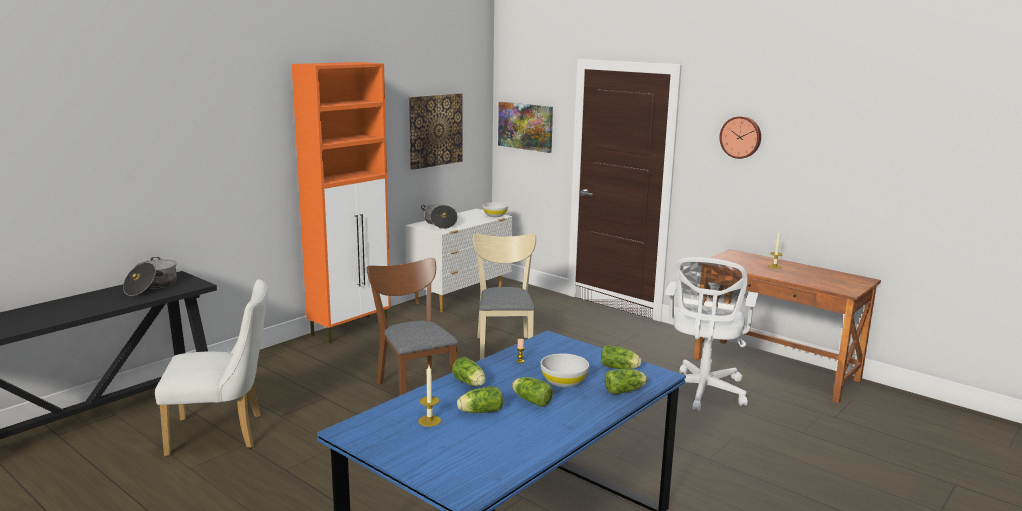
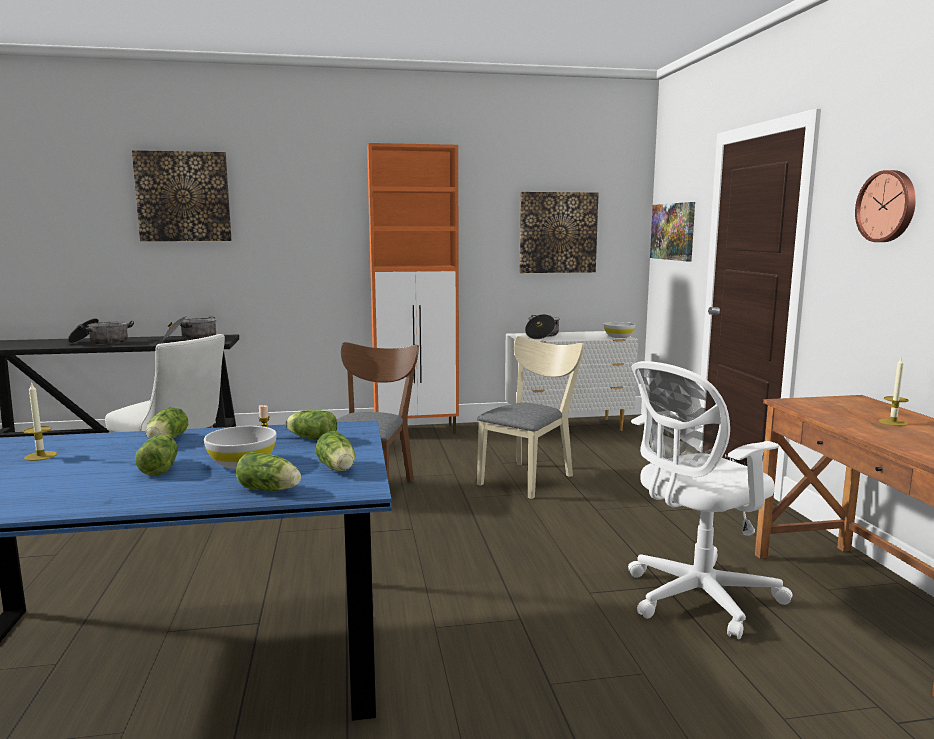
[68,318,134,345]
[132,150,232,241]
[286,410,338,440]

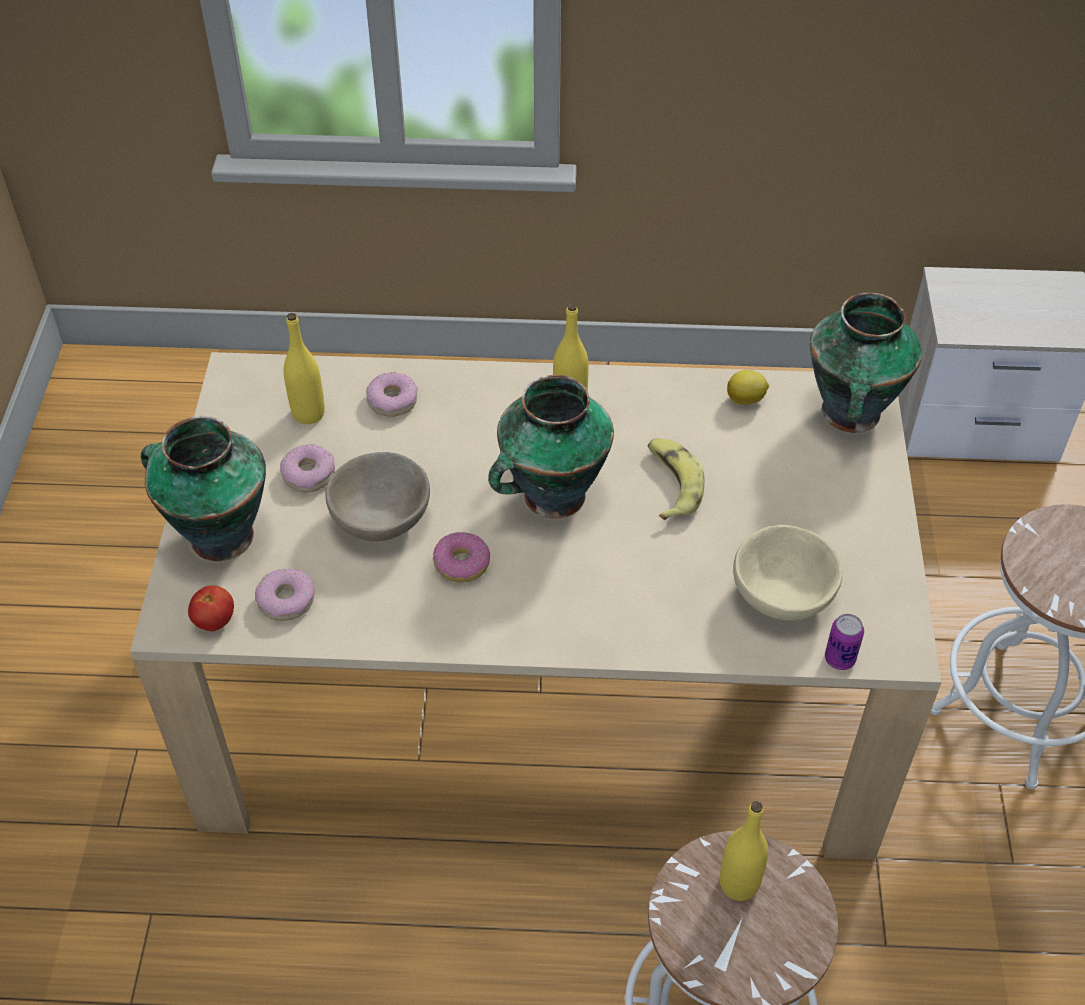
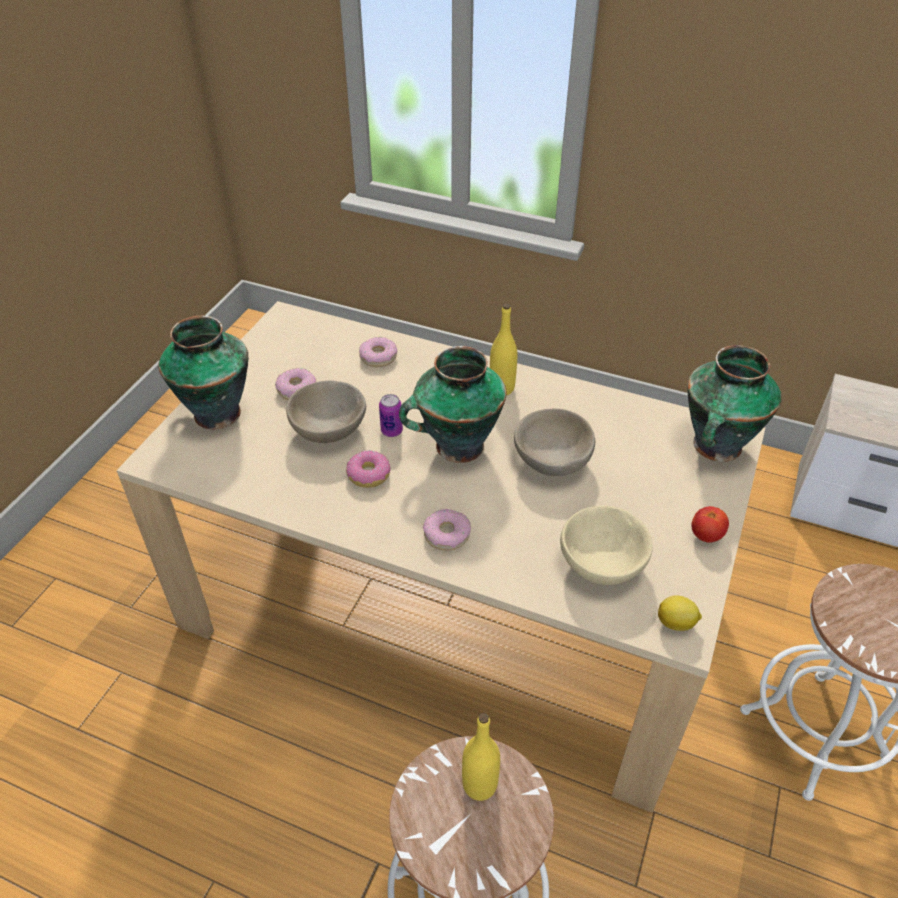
[284,313,325,424] (first image)
[691,506,729,543]
[423,509,471,550]
[658,595,702,631]
[379,394,403,437]
[514,408,595,476]

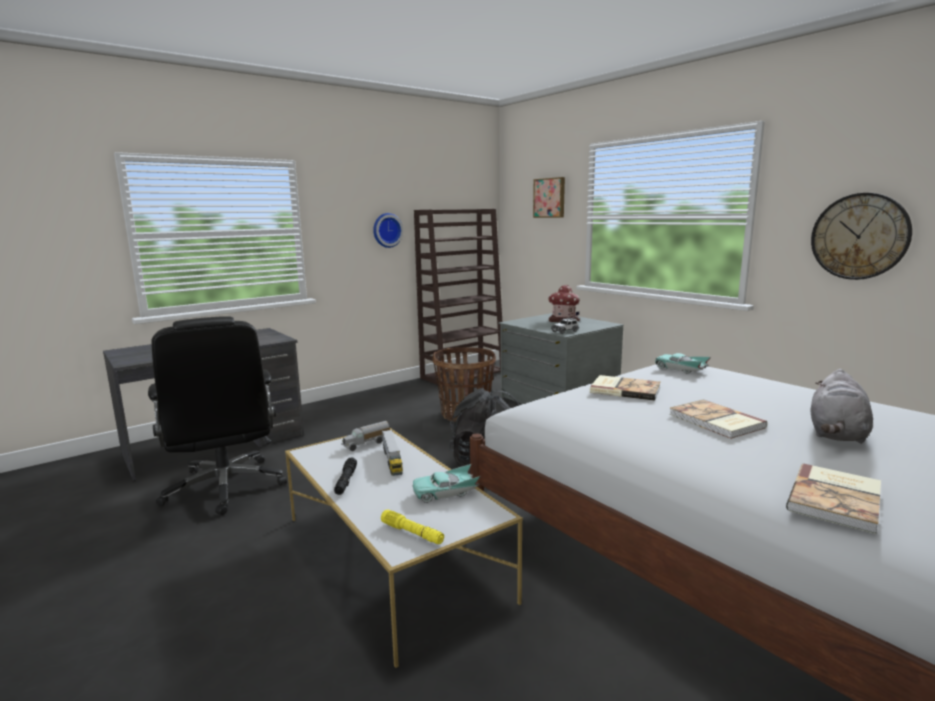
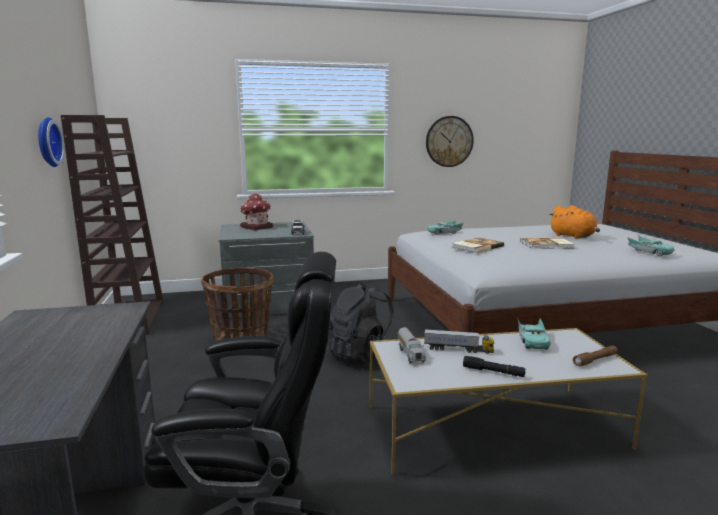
[533,177,565,218] (first image)
[627,236,674,256]
[573,345,618,366]
[549,205,600,239]

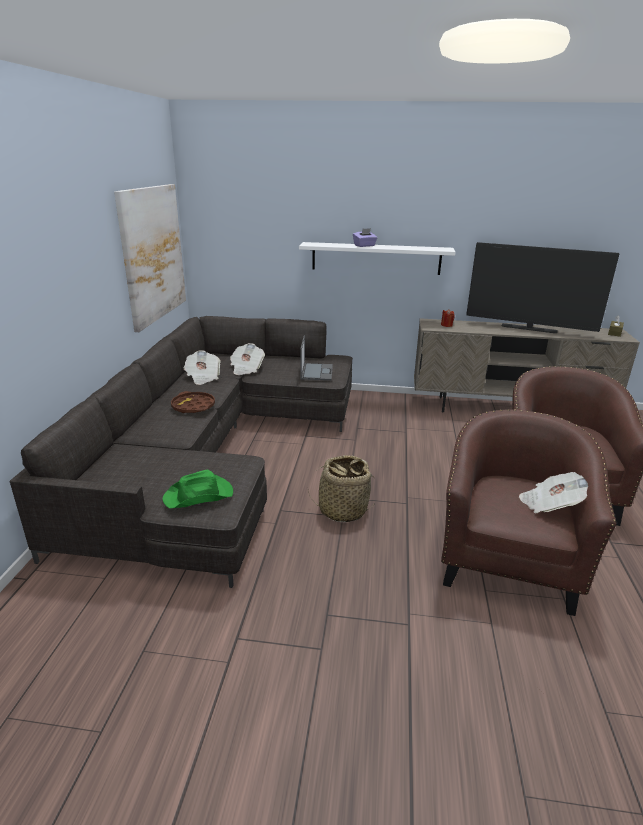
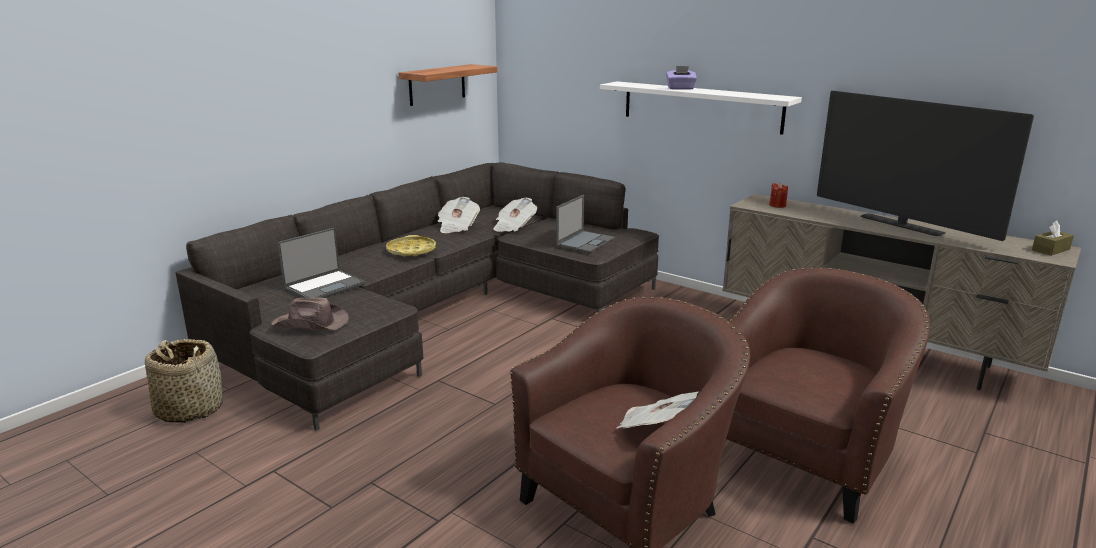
[278,228,365,298]
[145,339,223,423]
[399,64,497,106]
[271,297,349,331]
[386,235,436,257]

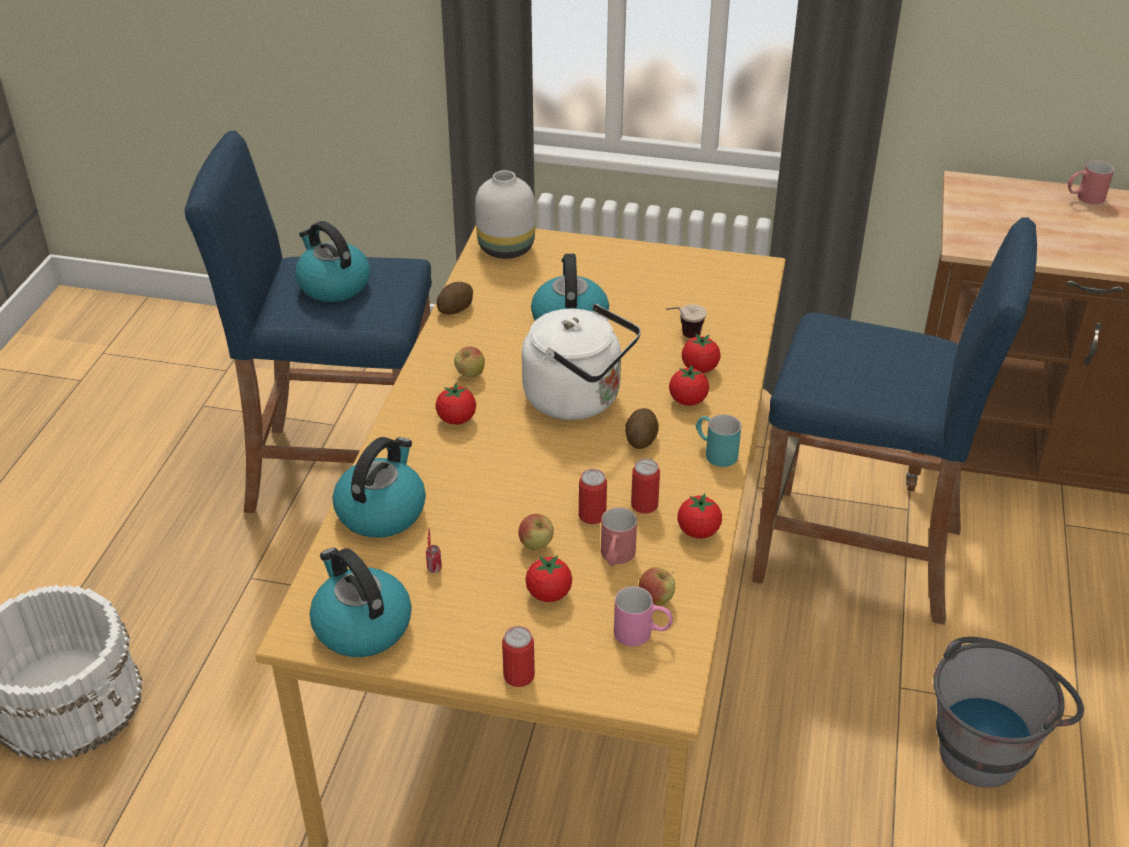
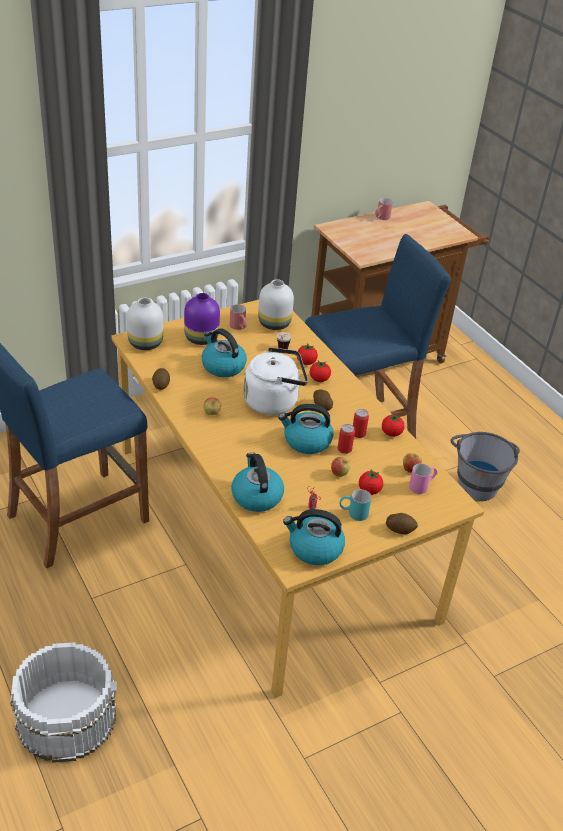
[436,383,476,425] (first image)
[184,293,220,345]
[258,279,294,330]
[278,404,334,454]
[230,304,247,330]
[340,489,372,521]
[386,513,418,534]

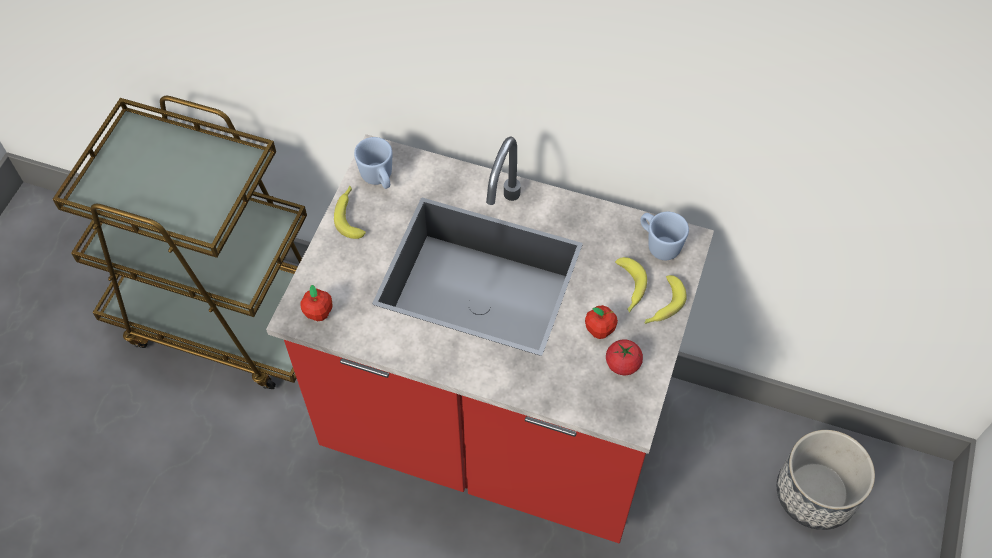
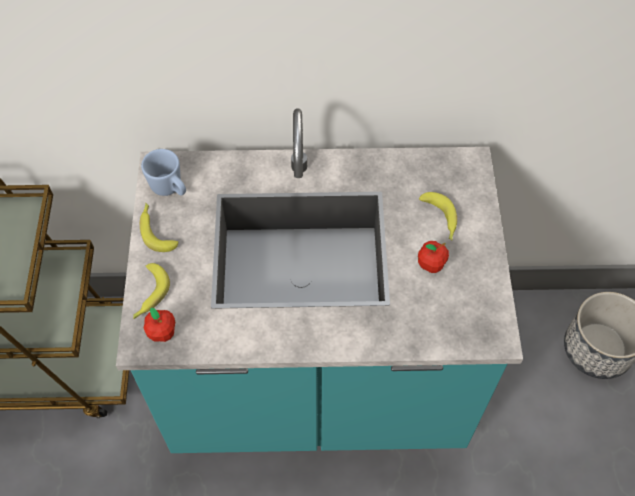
[606,339,643,375] (first image)
[640,212,689,260] (first image)
[133,263,170,319]
[116,108,523,453]

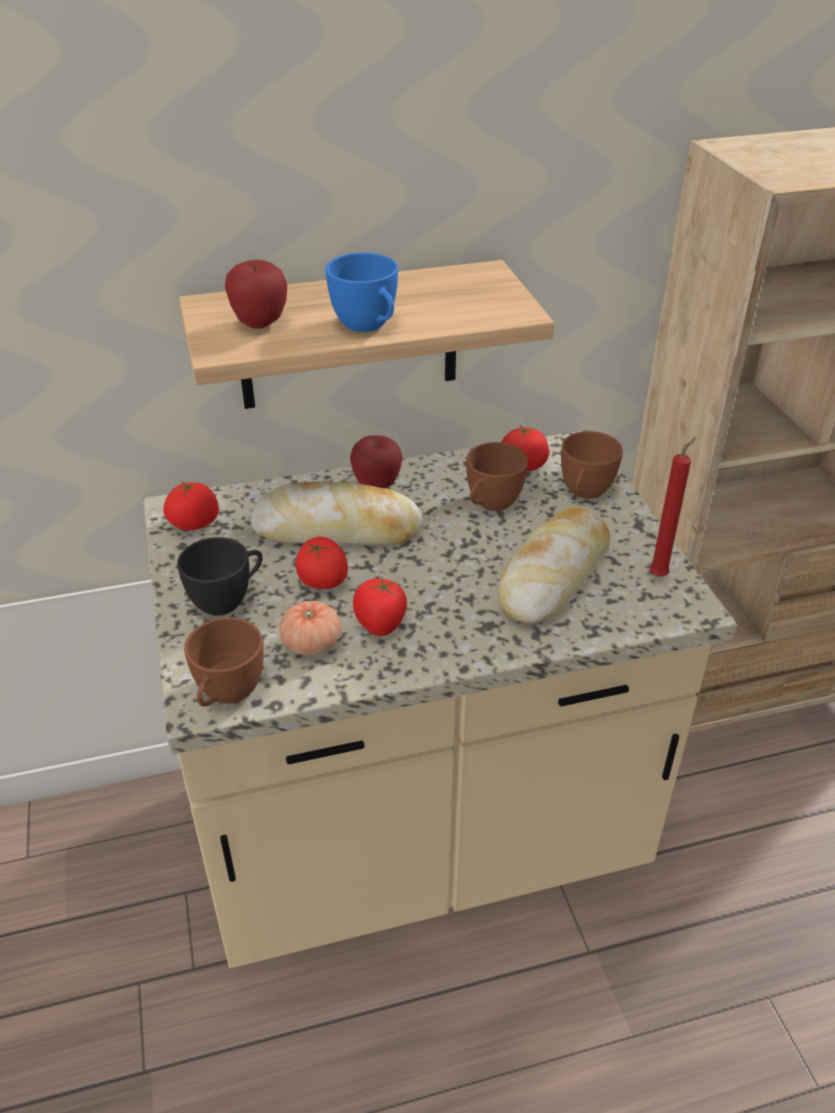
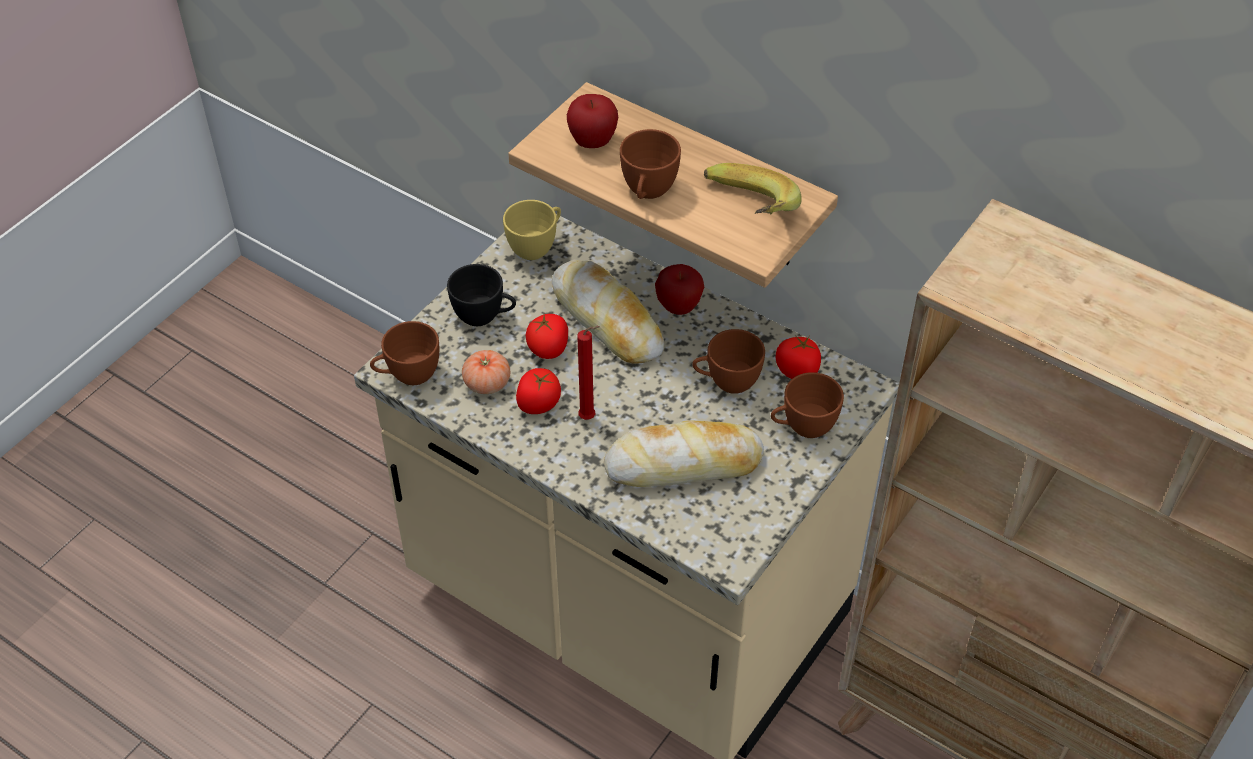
[704,163,802,214]
[577,326,600,420]
[503,200,561,260]
[620,129,681,199]

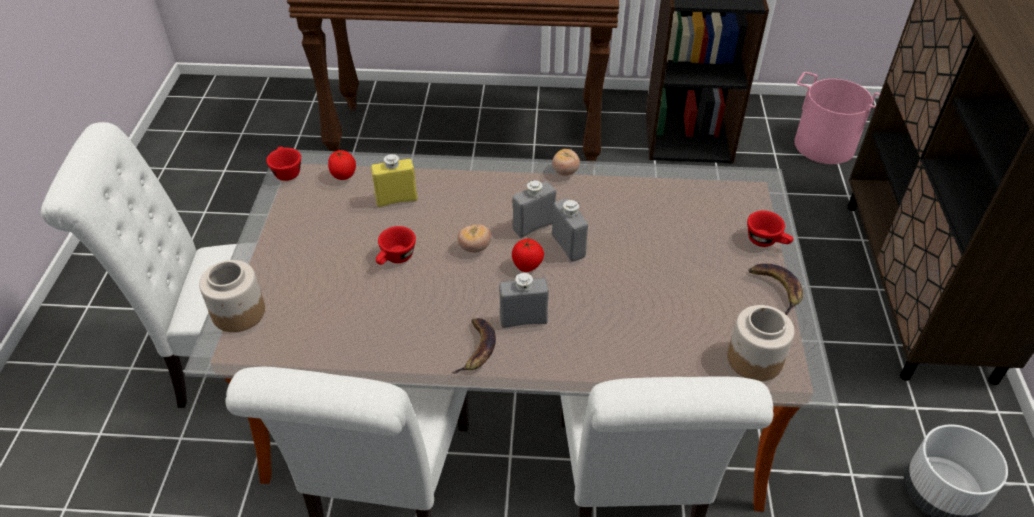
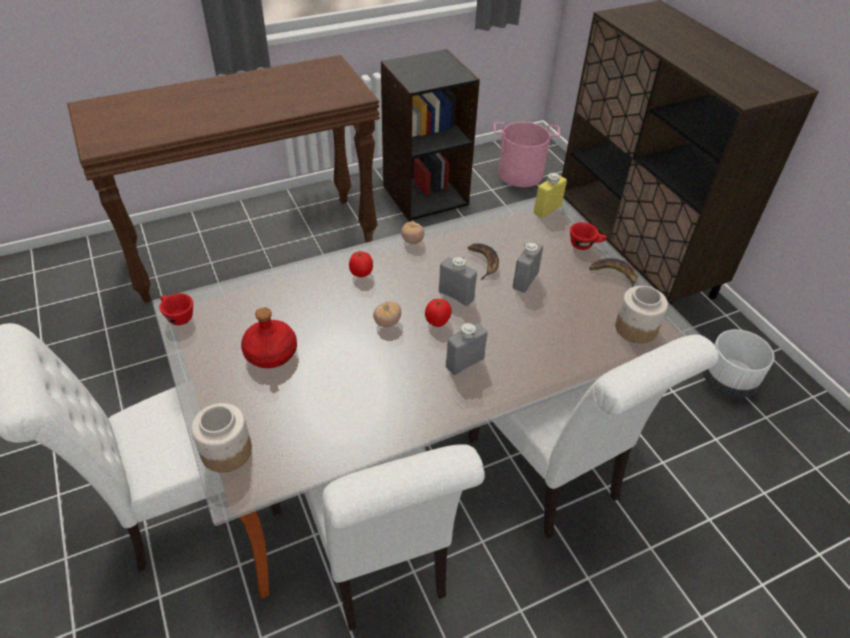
[376,226,416,265] (first image)
[241,308,297,368]
[349,251,373,277]
[534,173,567,218]
[467,243,499,280]
[513,242,543,293]

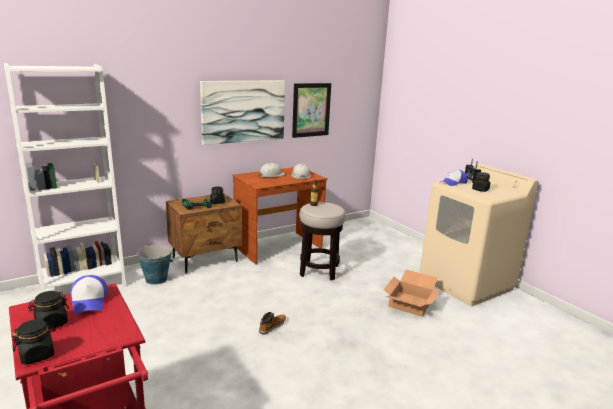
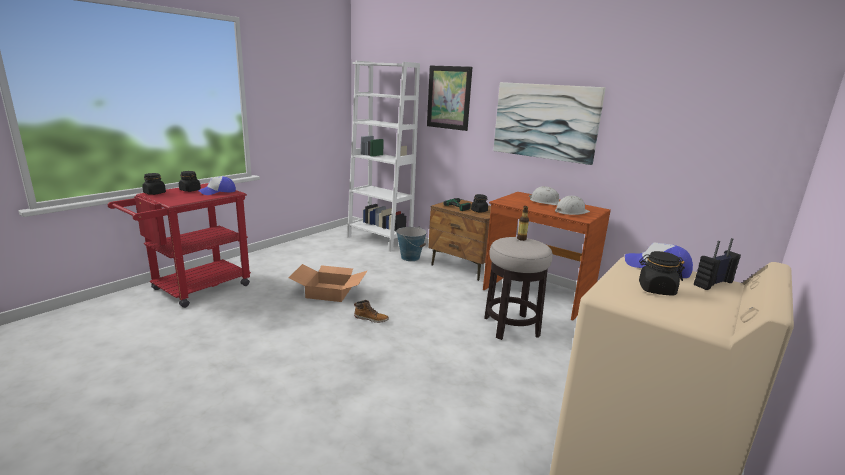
[427,65,472,131]
[288,264,367,302]

